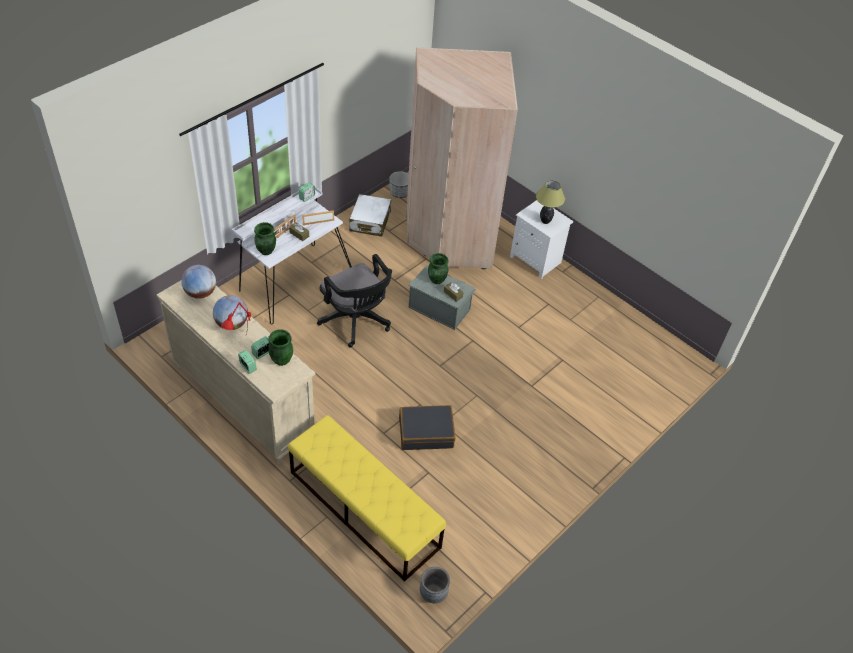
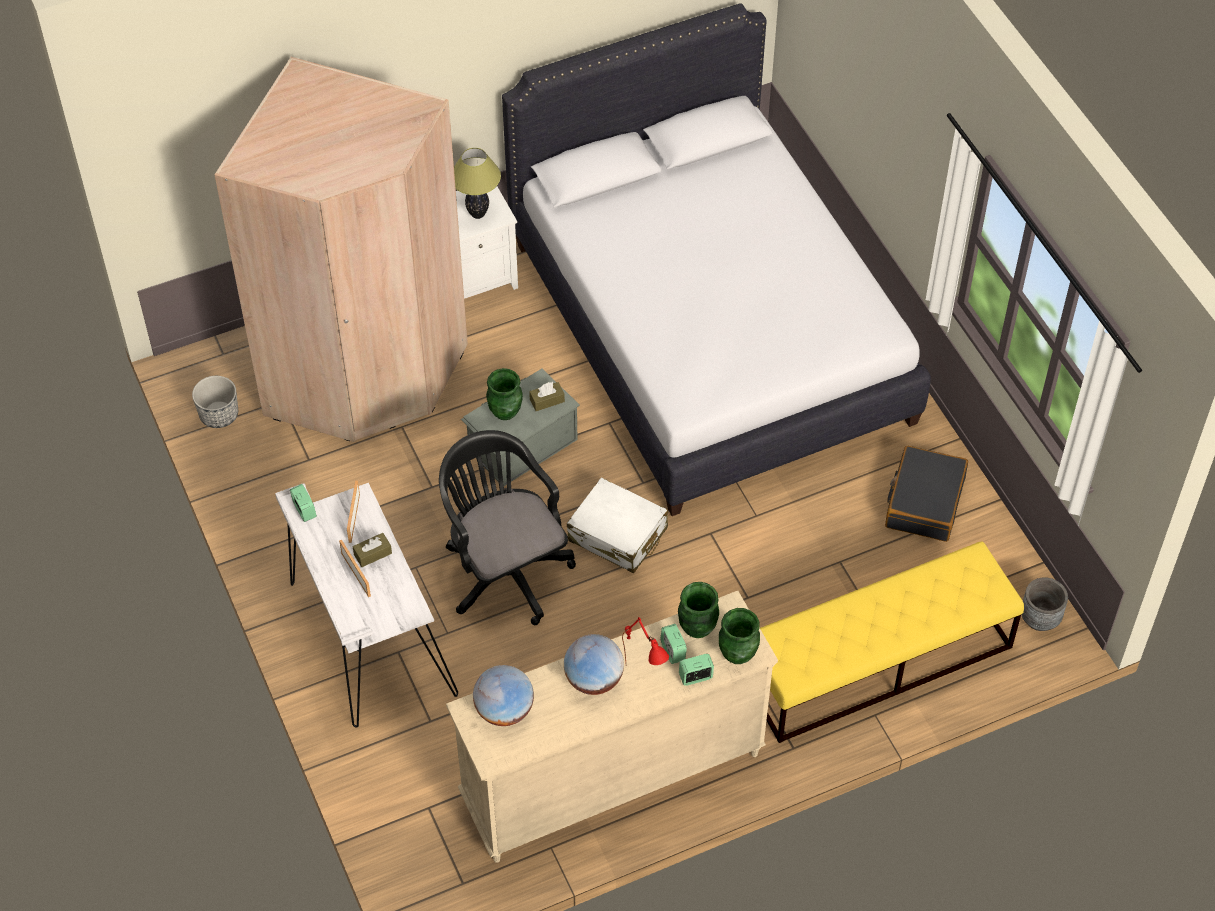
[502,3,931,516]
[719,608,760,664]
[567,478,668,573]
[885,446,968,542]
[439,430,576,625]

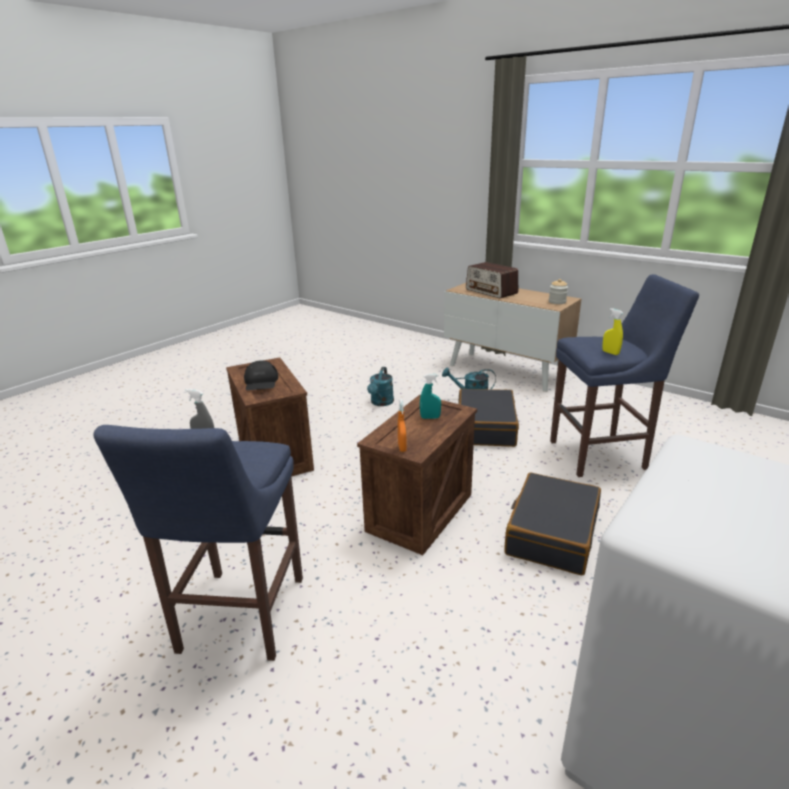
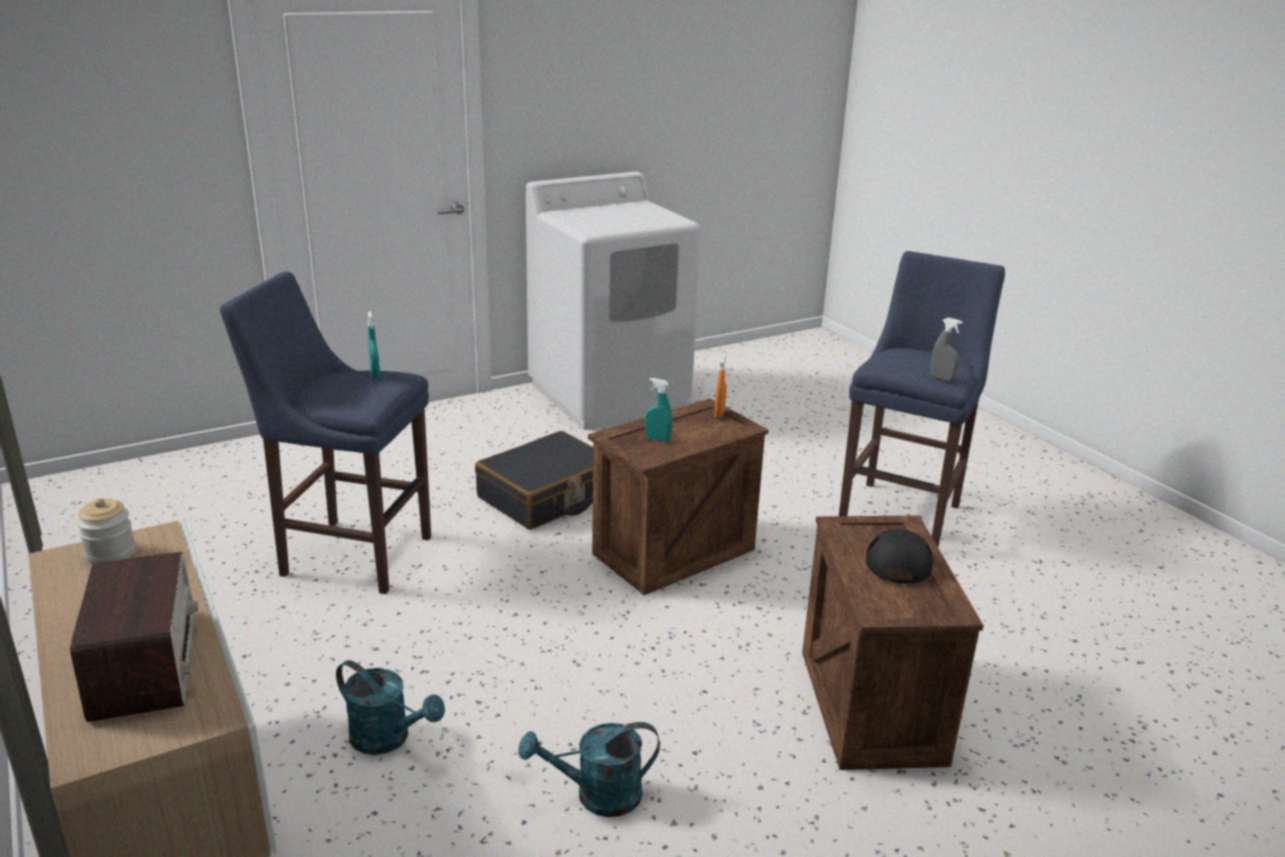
[458,389,519,447] (first image)
[368,311,381,379]
[518,722,660,817]

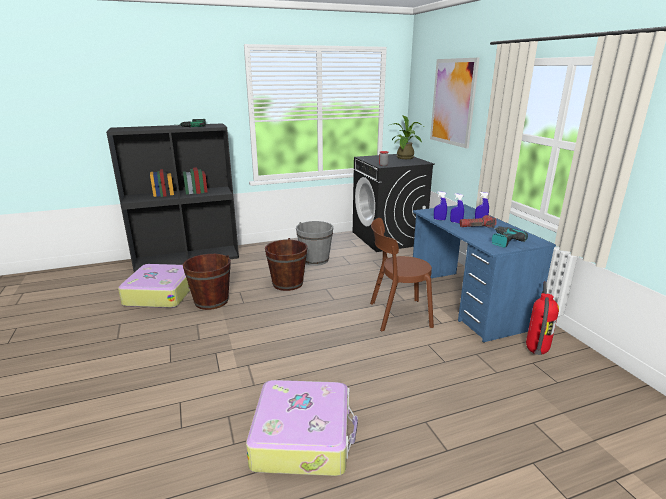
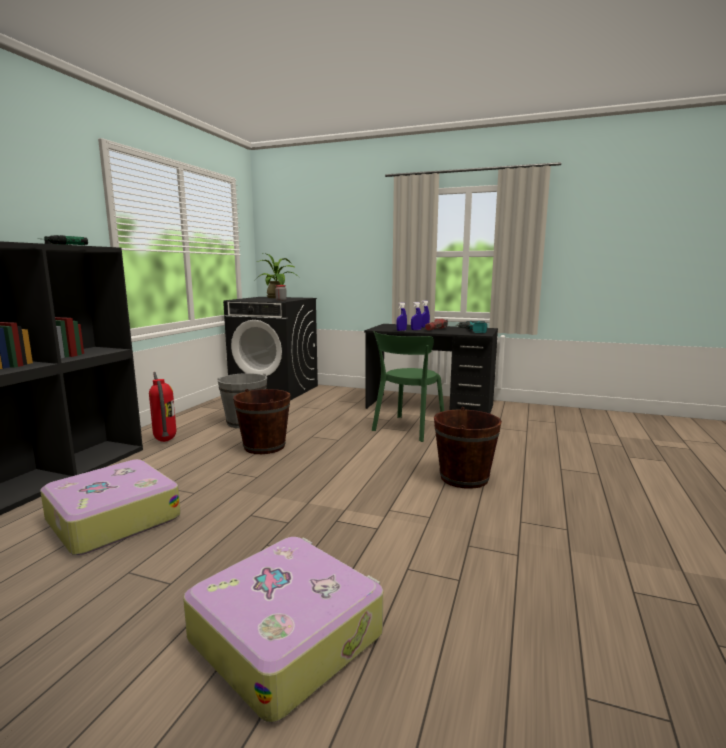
[430,58,479,148] (first image)
[434,407,502,489]
[183,537,383,723]
[149,372,176,442]
[372,332,444,442]
[364,324,498,414]

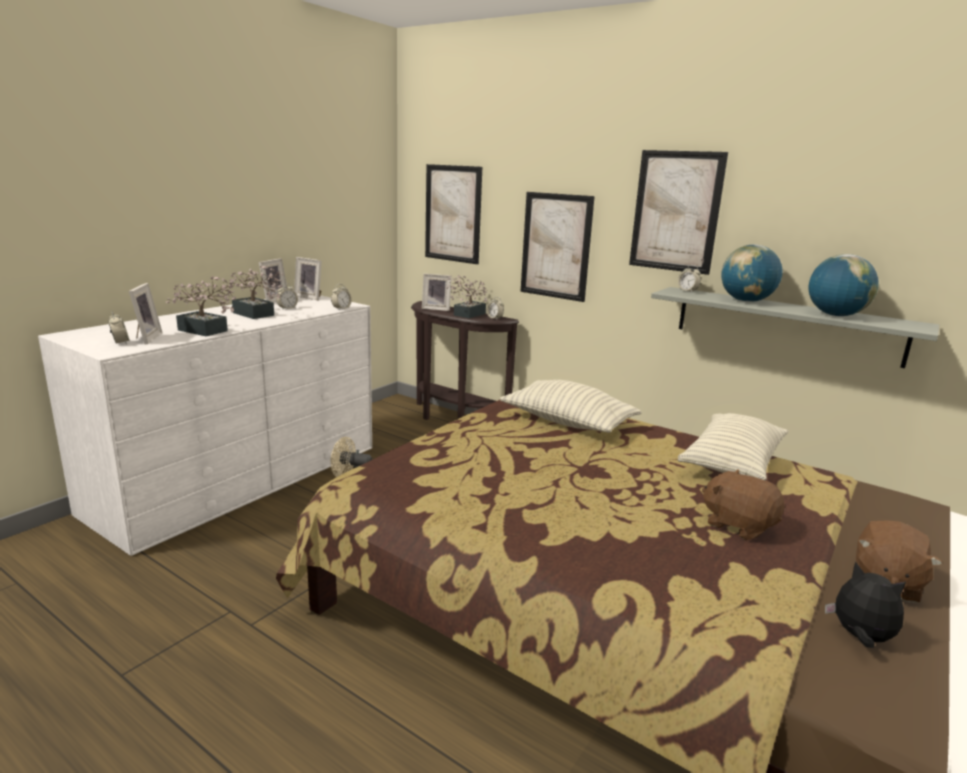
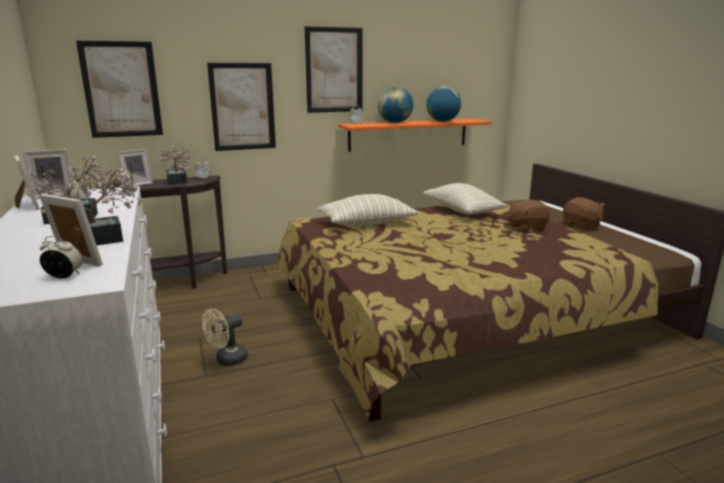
[825,562,906,648] (first image)
[338,119,492,152]

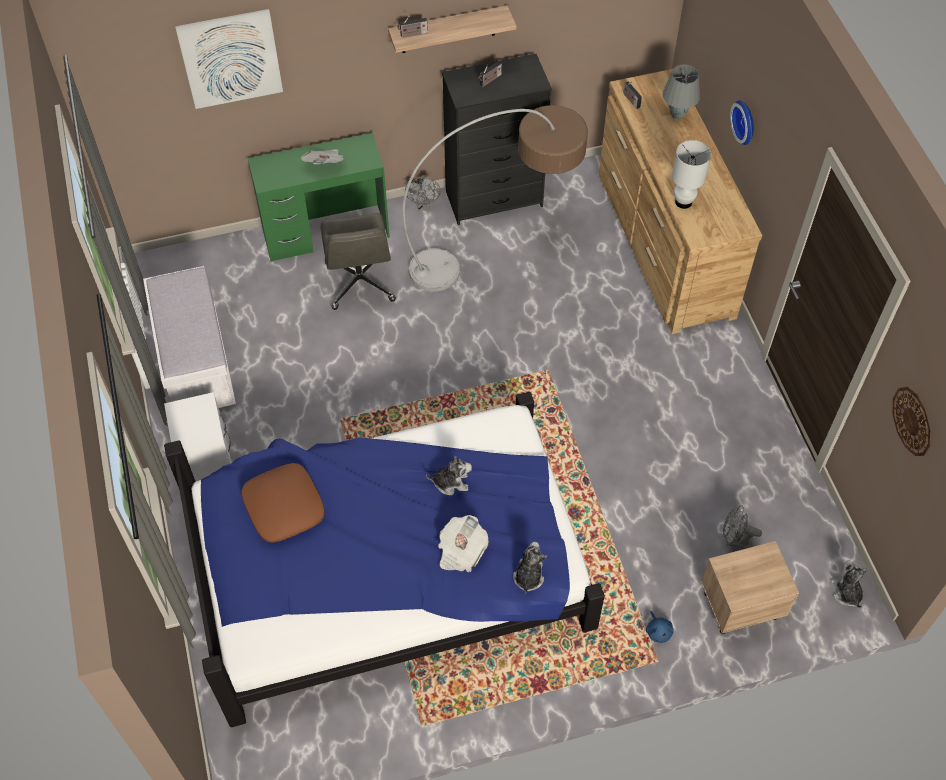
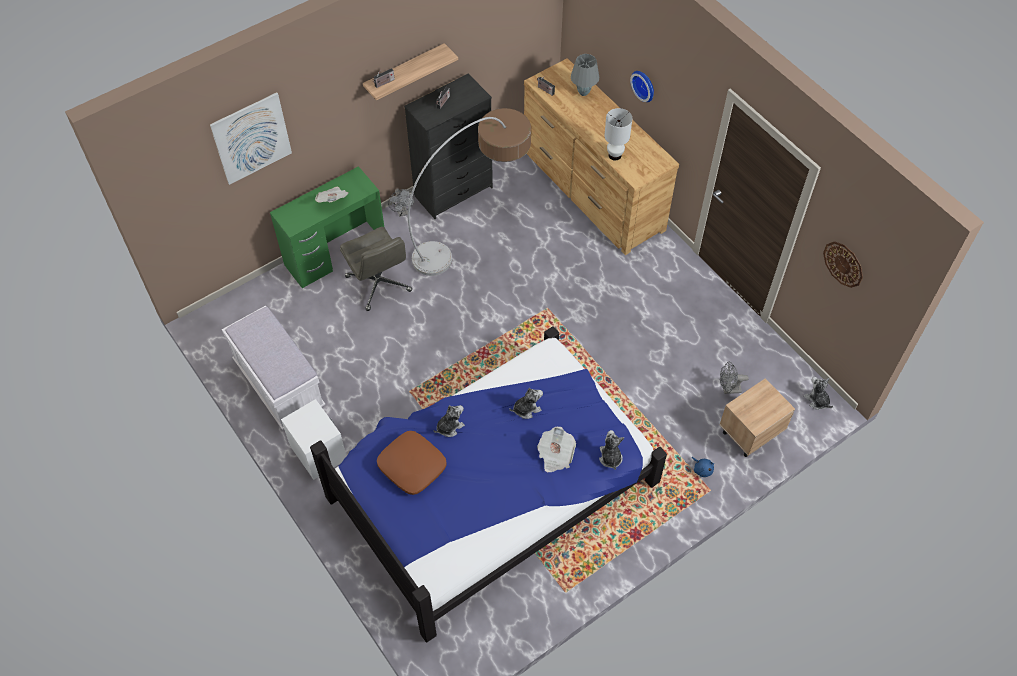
[433,405,465,437]

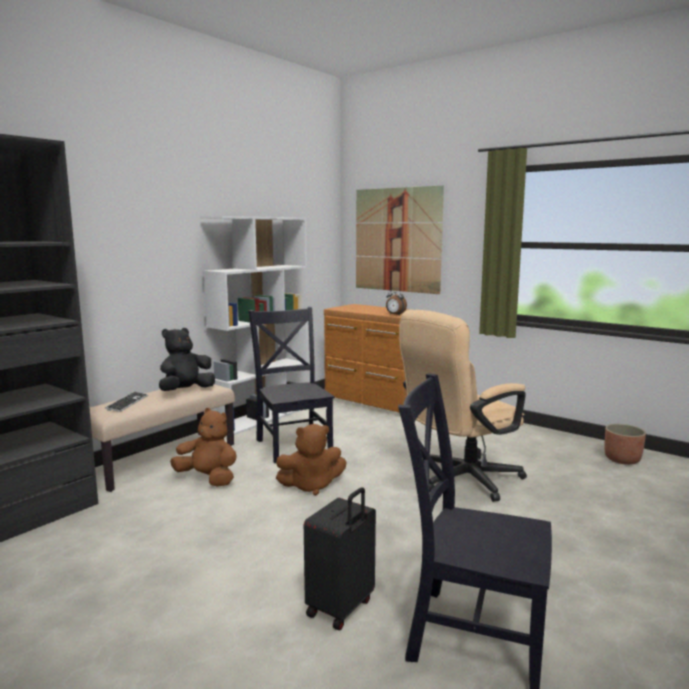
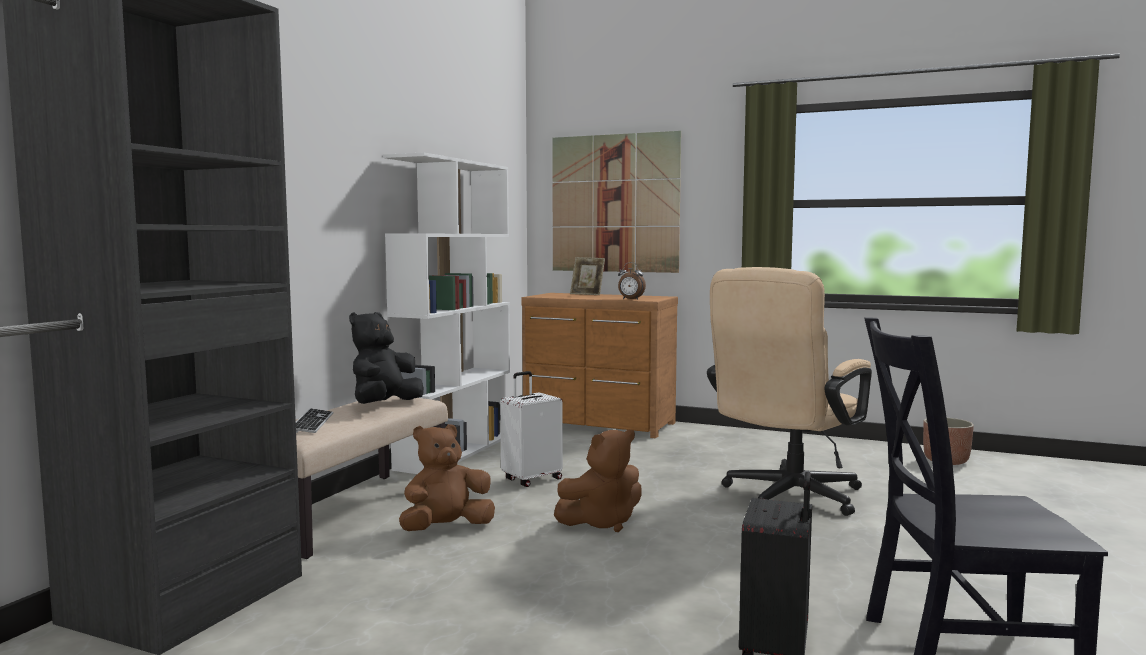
[570,257,605,295]
[500,371,563,487]
[399,424,495,531]

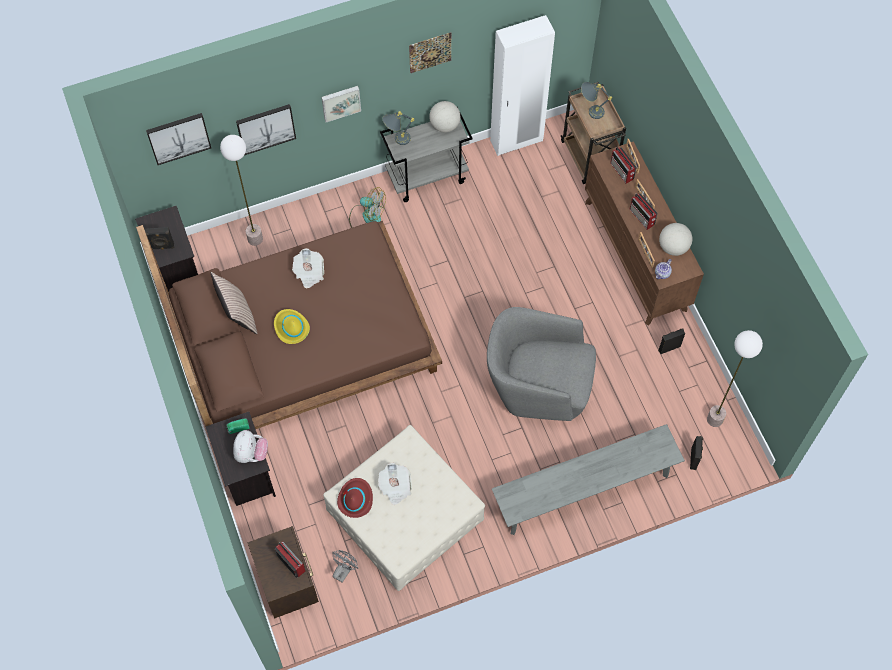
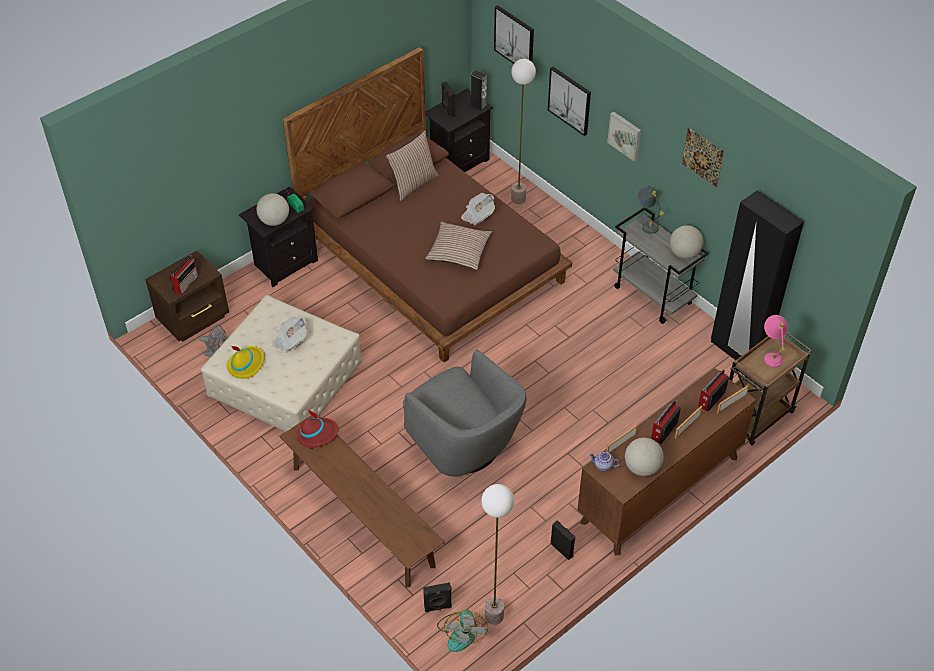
[425,221,492,270]
[470,70,488,112]
[226,346,265,379]
[297,410,339,448]
[437,610,488,652]
[256,193,289,226]
[711,191,804,360]
[279,413,445,588]
[764,315,788,368]
[403,349,527,476]

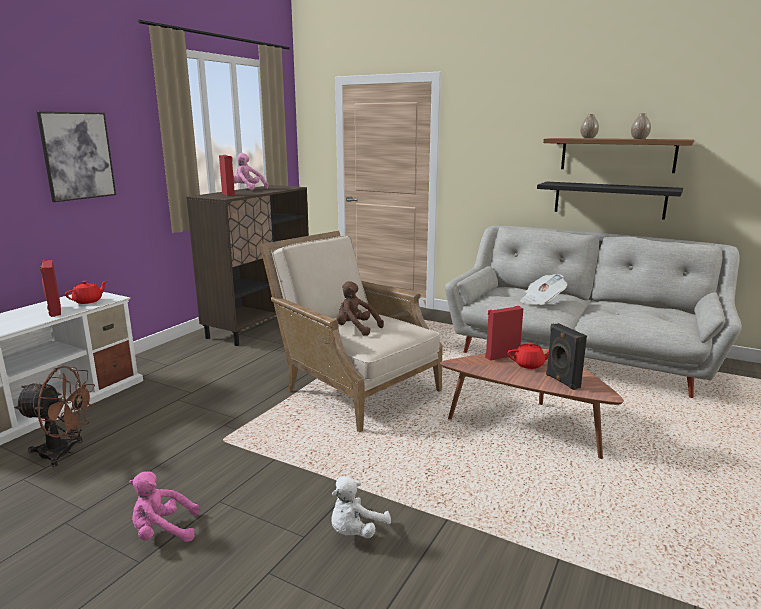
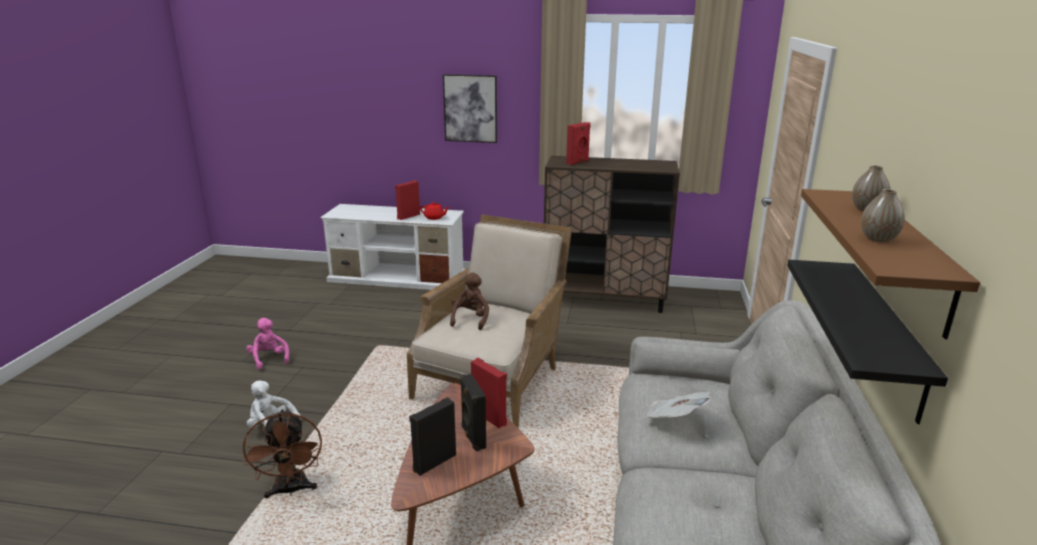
[234,153,268,190] (first image)
[243,409,322,498]
[460,374,486,451]

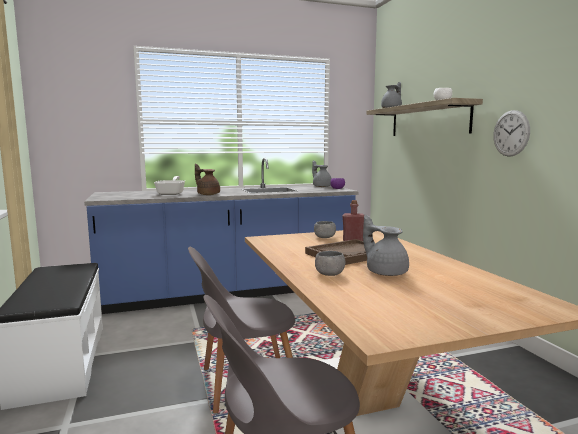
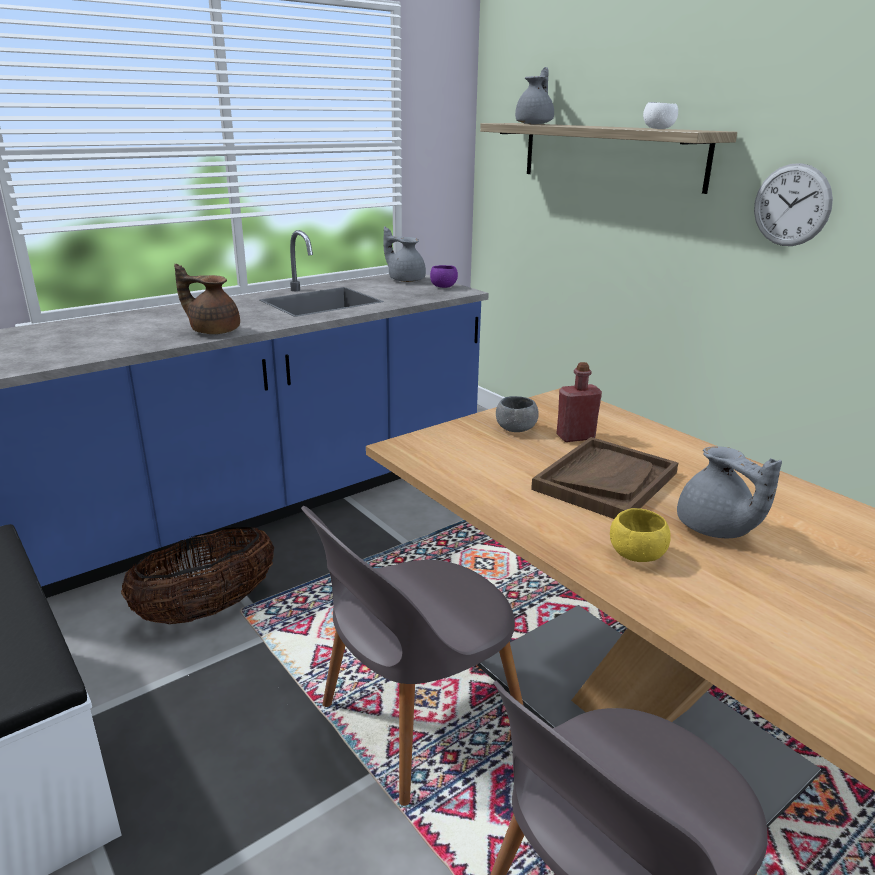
[154,176,185,195] (first image)
[121,527,274,624]
[610,508,671,562]
[677,446,782,538]

